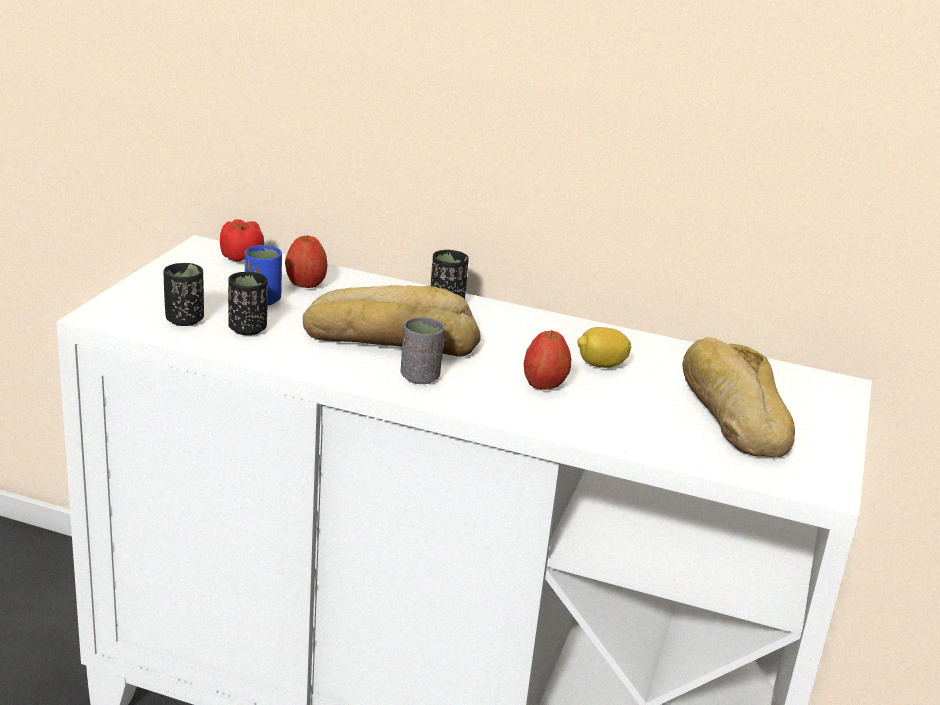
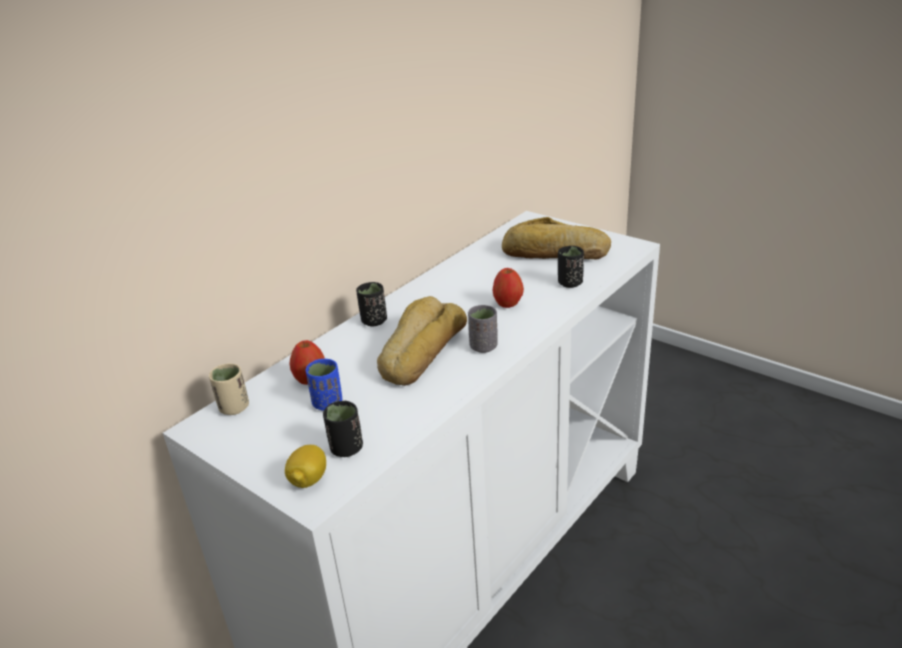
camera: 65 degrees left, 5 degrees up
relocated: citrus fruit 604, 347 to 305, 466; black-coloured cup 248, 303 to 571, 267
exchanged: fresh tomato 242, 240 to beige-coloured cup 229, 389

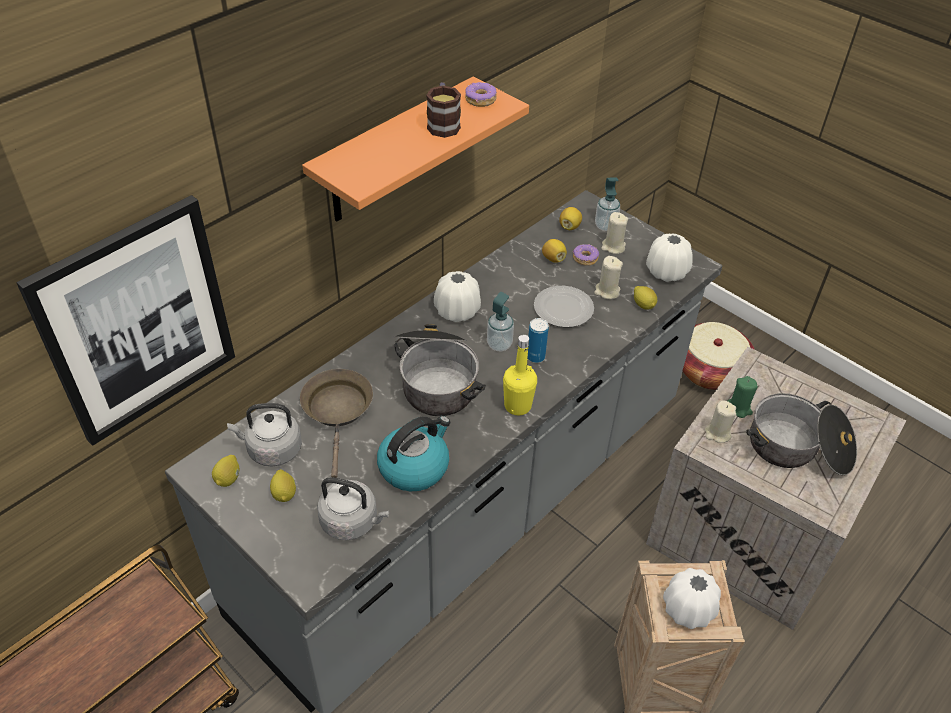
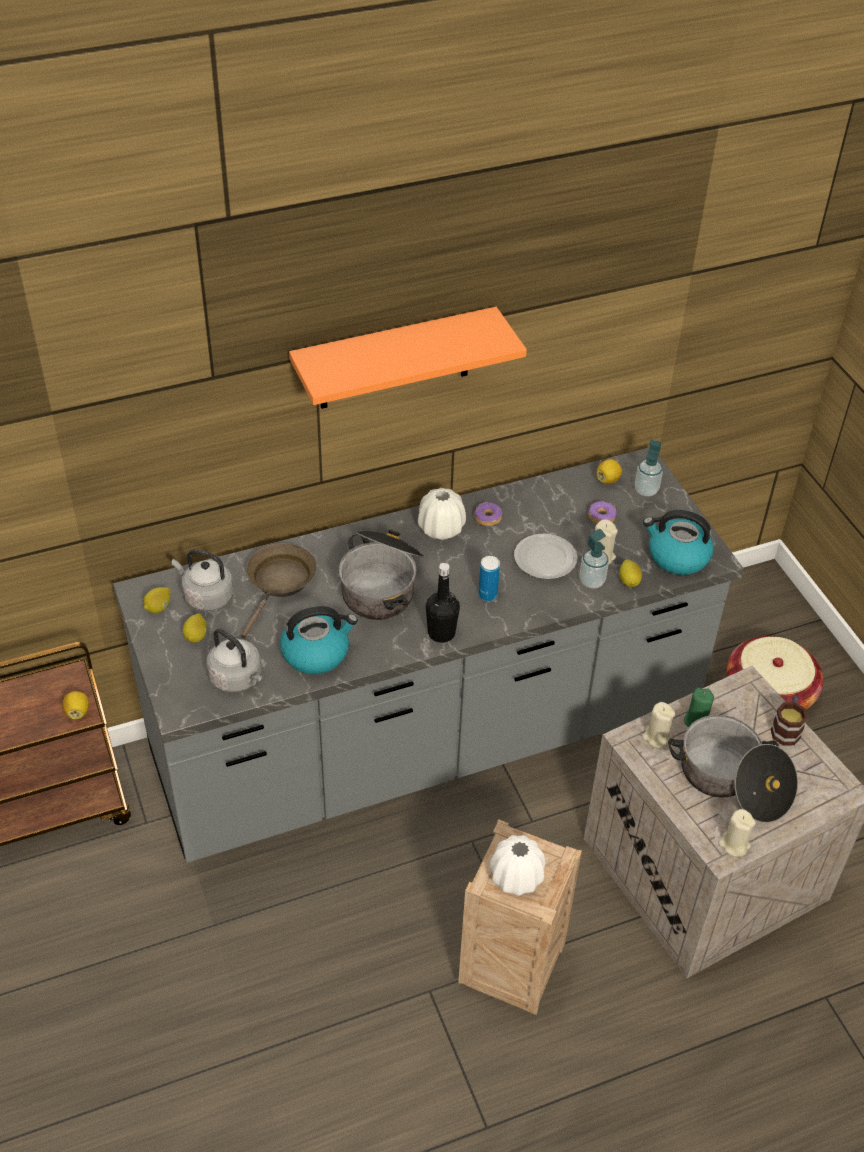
camera: 25 degrees right, 0 degrees up
missing: picture 126, 320
relocated: citrus fruit 554, 251 to 75, 705; ring doughnut 481, 94 to 488, 514; soap dispenser 500, 321 to 594, 559; beige-coloured wax light 614, 233 to 737, 833; coffee mug 443, 110 to 789, 720
exchanged: white-coloured decorative vase 669, 257 to tea kettle 678, 542
colour: yellowish bottle 520, 375 to black-coloured bottle 443, 603

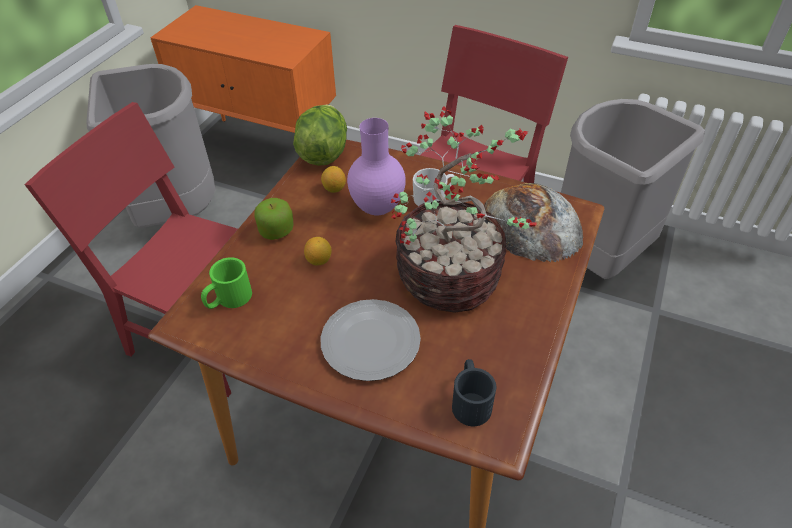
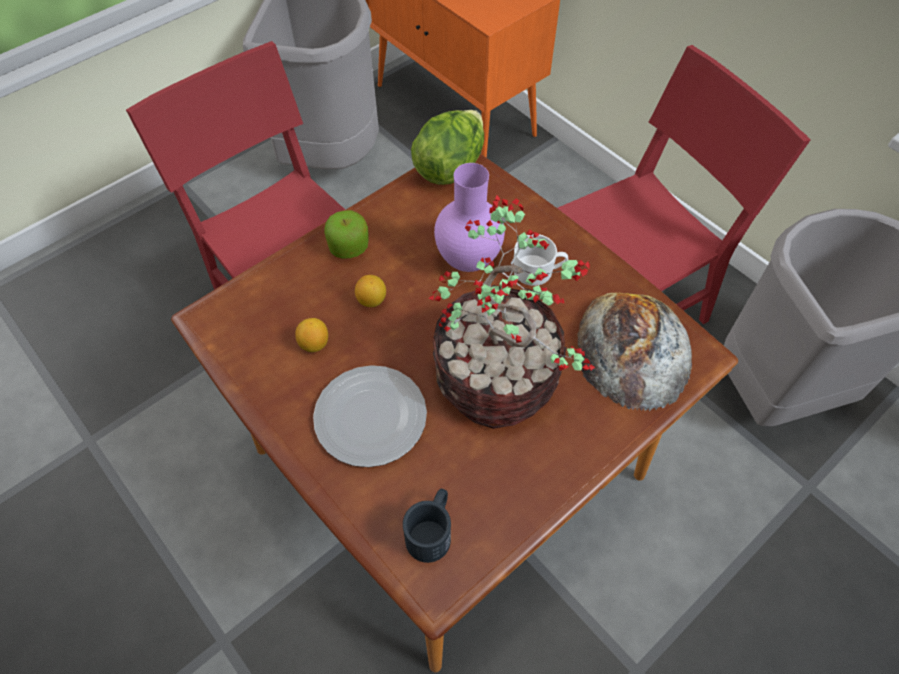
camera: 25 degrees right, 10 degrees up
missing: green coffee mug 226, 283
relocated: citrus fruit 333, 179 to 311, 335

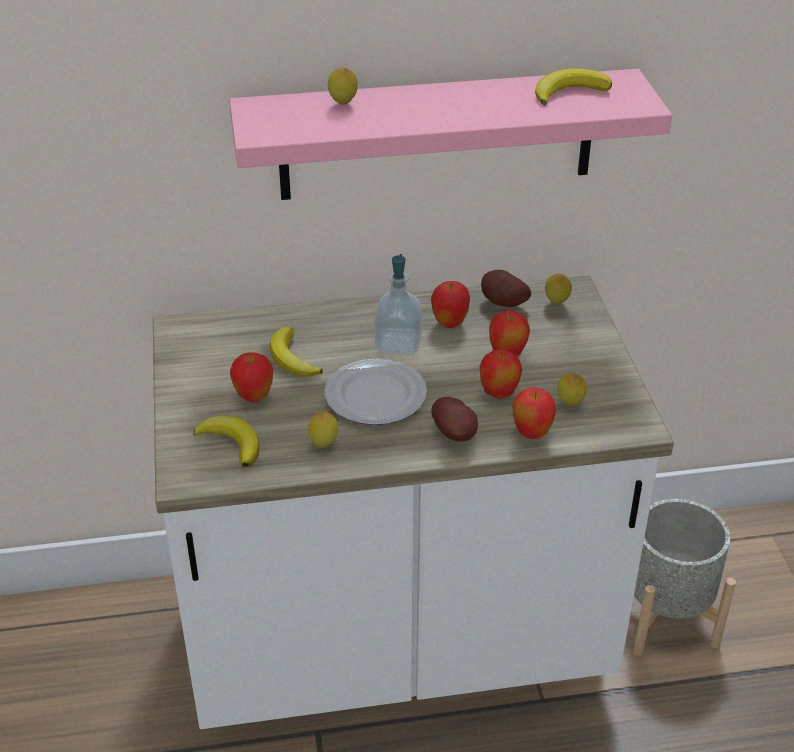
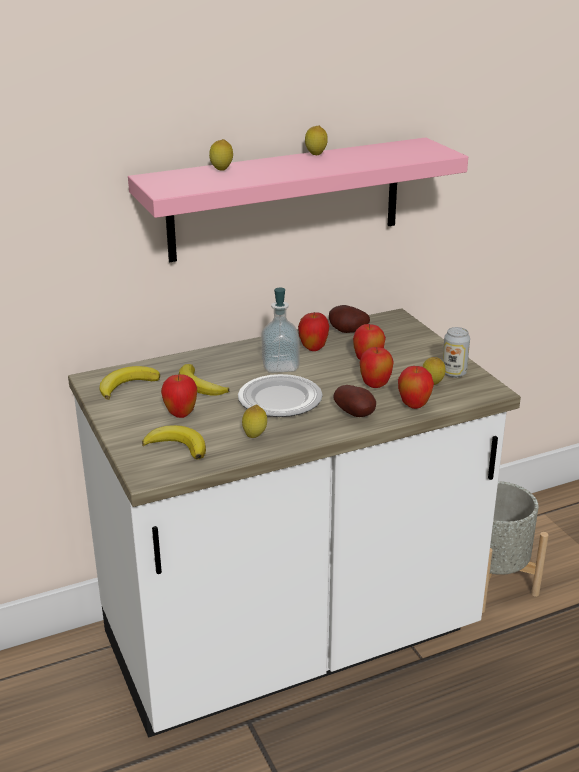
camera: 15 degrees left, 10 degrees down
appeared: metal can 456, 352
relocated: whole banana 573, 87 to 130, 383; citrus fruit 558, 289 to 316, 140

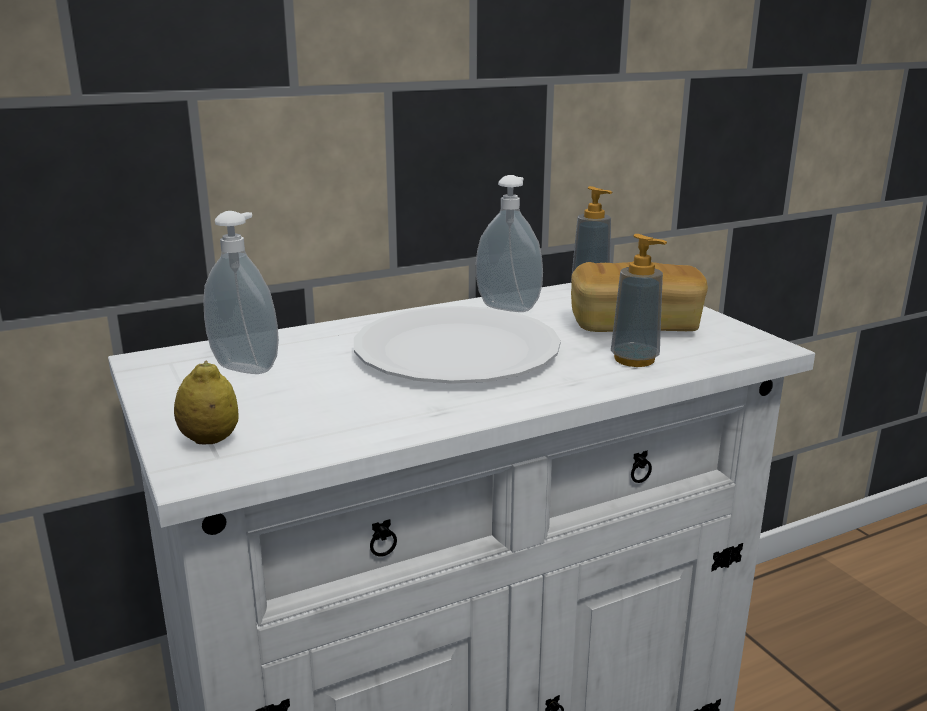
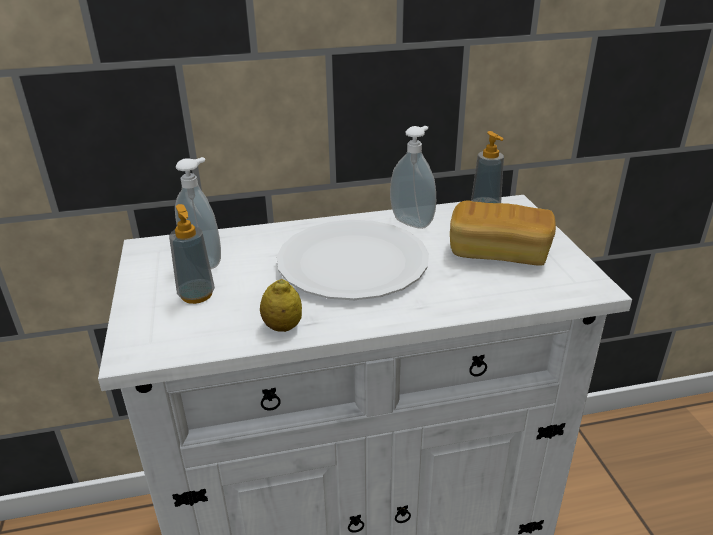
camera: 15 degrees right, 10 degrees up
relocated: soap dispenser 639, 300 to 192, 254; citrus fruit 206, 402 to 281, 305

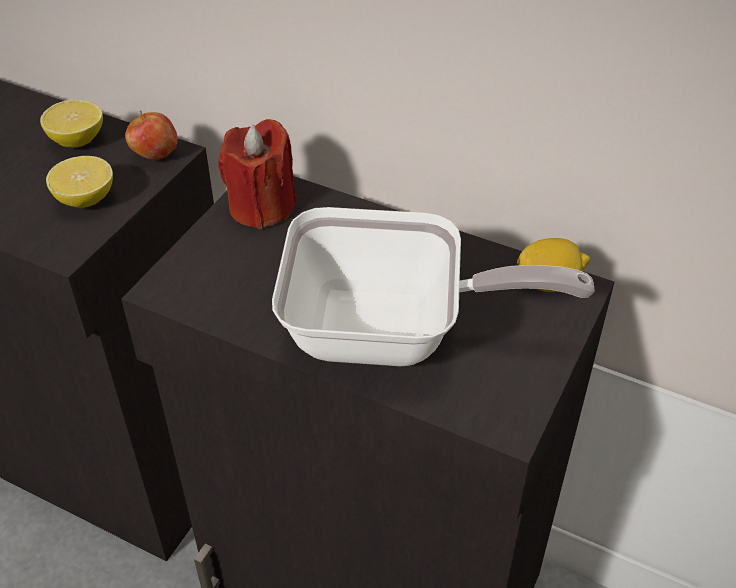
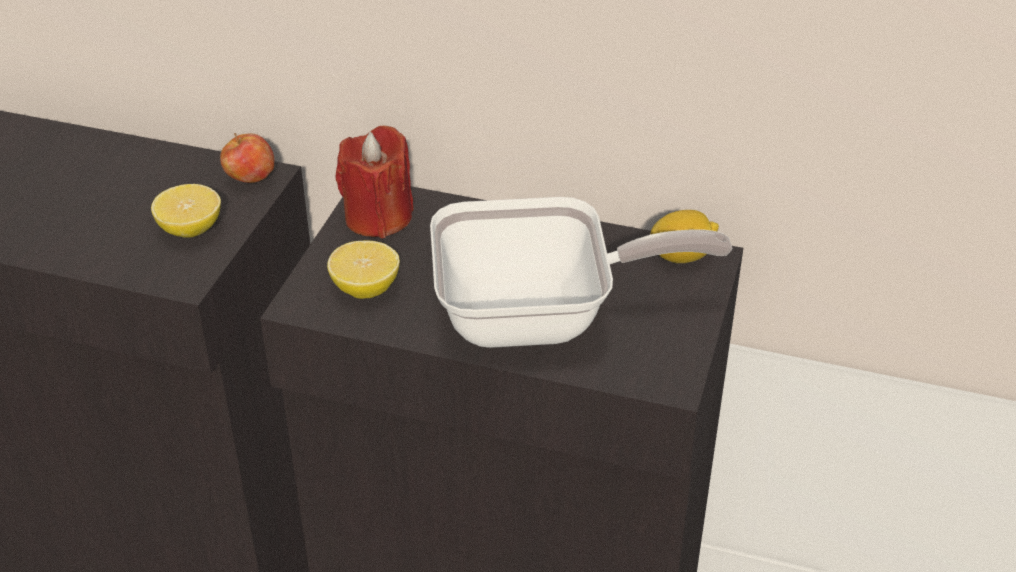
camera: 10 degrees left, 5 degrees down
relocated: citrus fruit 71, 123 to 363, 270

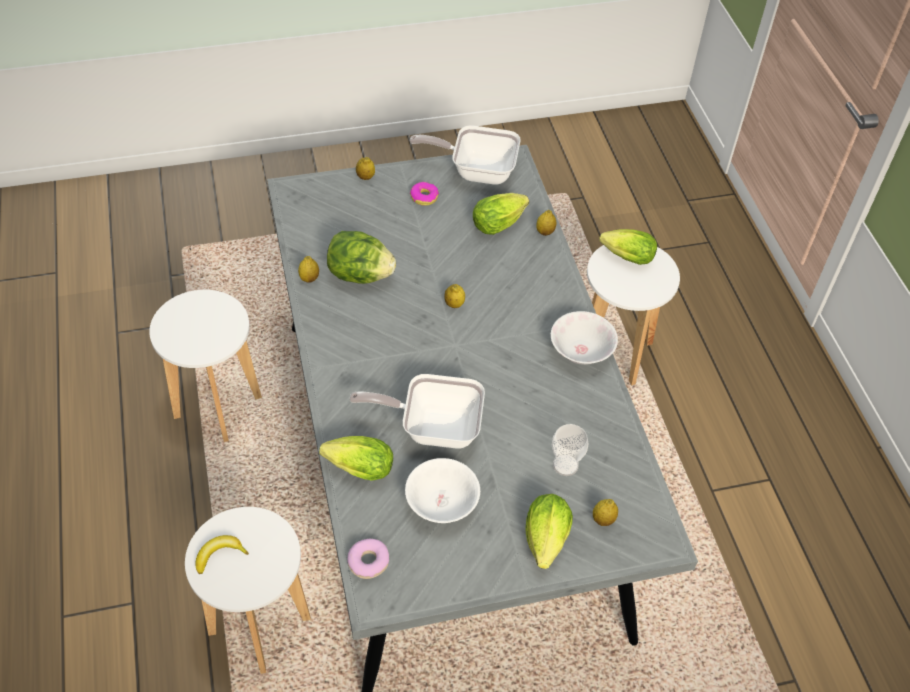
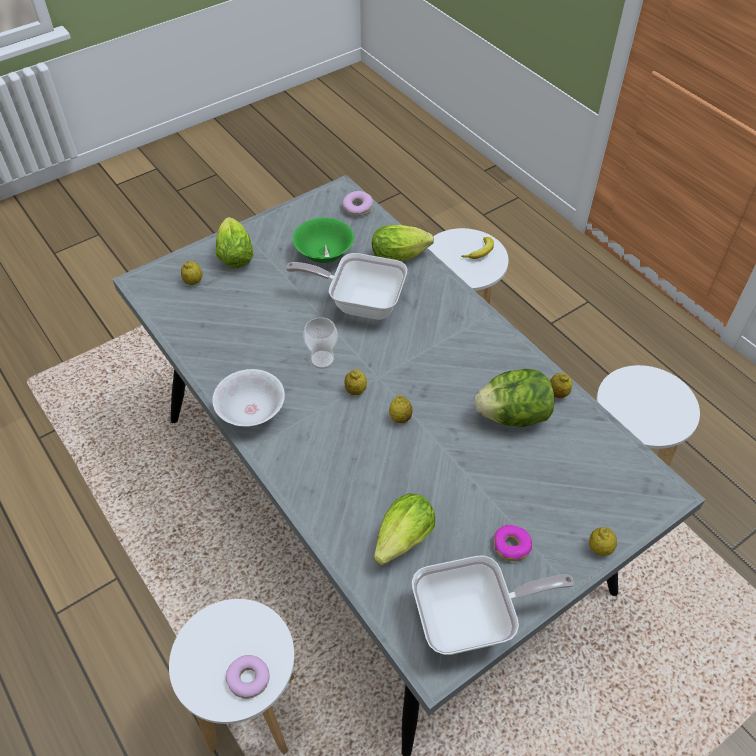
camera: 160 degrees right, 0 degrees up
relocated: cup 570, 450 to 320, 343; citrus fruit 546, 223 to 355, 382
exchanged: lettuce head 628, 247 to ring doughnut 248, 677
colour: white-coloured deep dish 442, 490 to green deep dish 323, 240
spun: skillet 417, 411 = 346, 286 150 degrees counterclockwise

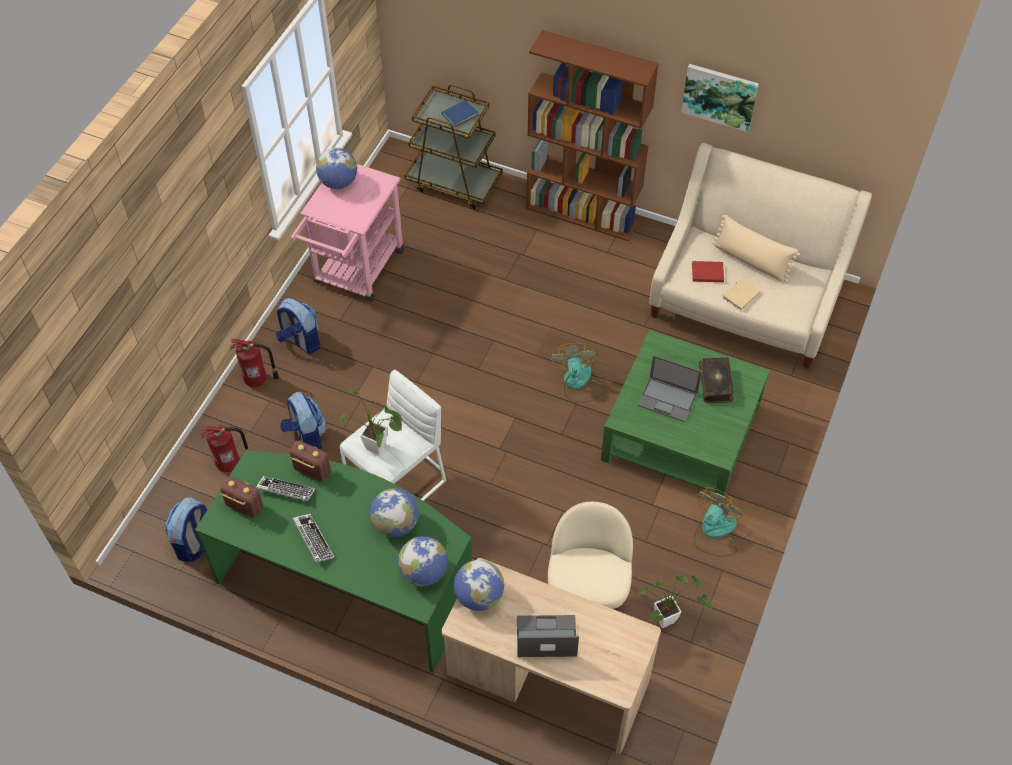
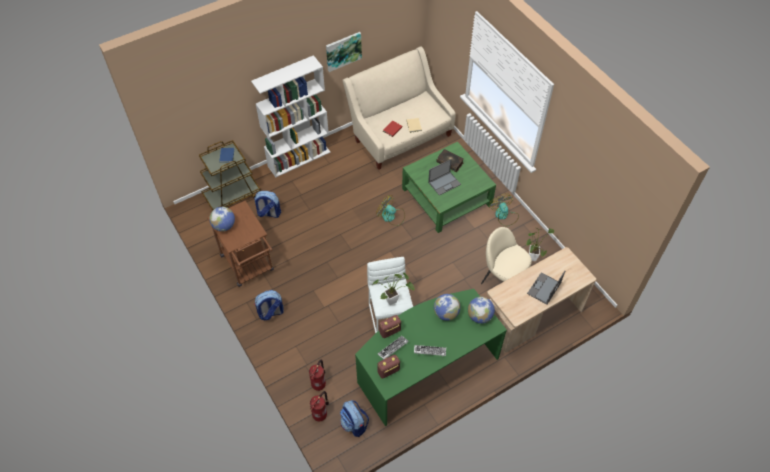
camera: 55 degrees left, 0 degrees up
missing: desk globe 479, 585; beige-coloured cushion 756, 248
relocated: rucksack 303, 421 to 267, 204; fire extinguisher 254, 363 to 319, 406
colour: pink-coloured wheeled cart 347, 233 to brown wheeled cart 240, 243; brown bookcase 592, 135 to white-coloured bookcase 290, 116

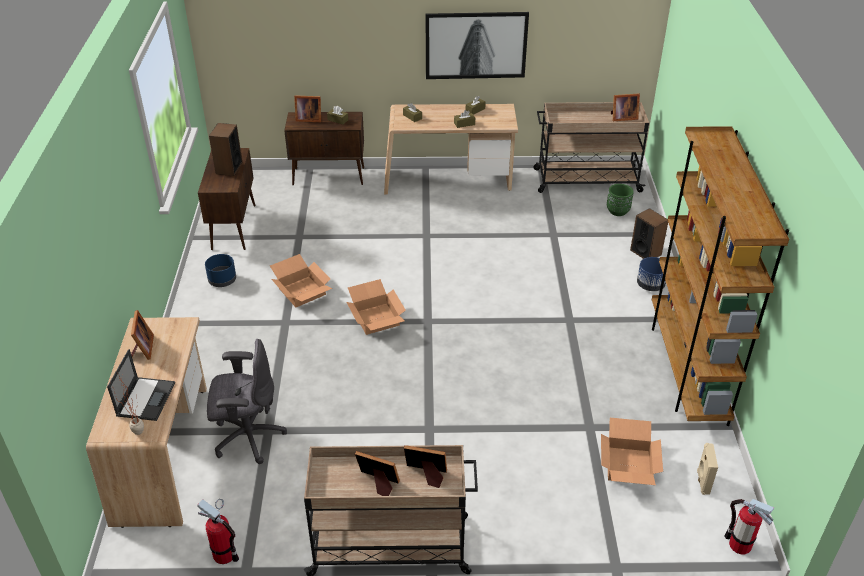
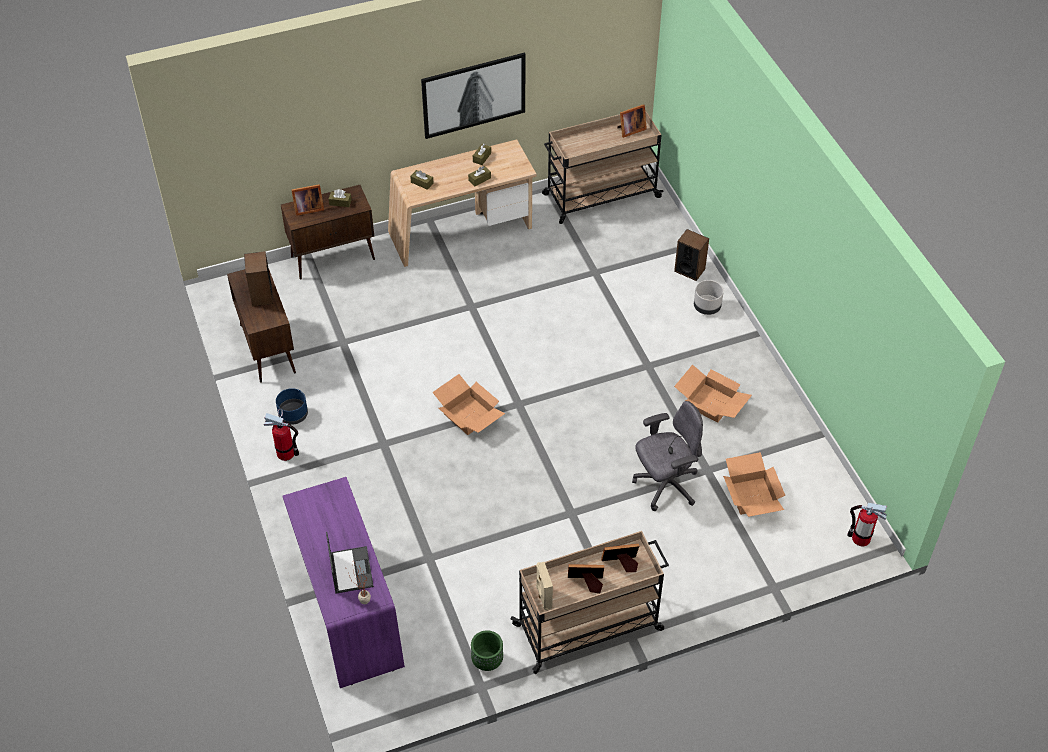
camera: 20 degrees left, 10 degrees up
missing: picture frame 142, 335; brown bookcase 720, 276
relocated: fire extinguisher 218, 531 to 281, 435; green planter 620, 200 to 487, 650; beige-coloured loudspeaker 707, 469 to 544, 586; gray office chair 247, 401 to 667, 456; cardboard box 301, 280 to 713, 394
colour: beige-coloured desk table 146, 422 to purple-coloured desk table 344, 582; blue-coloured planter 651, 274 to gray planter 709, 297

